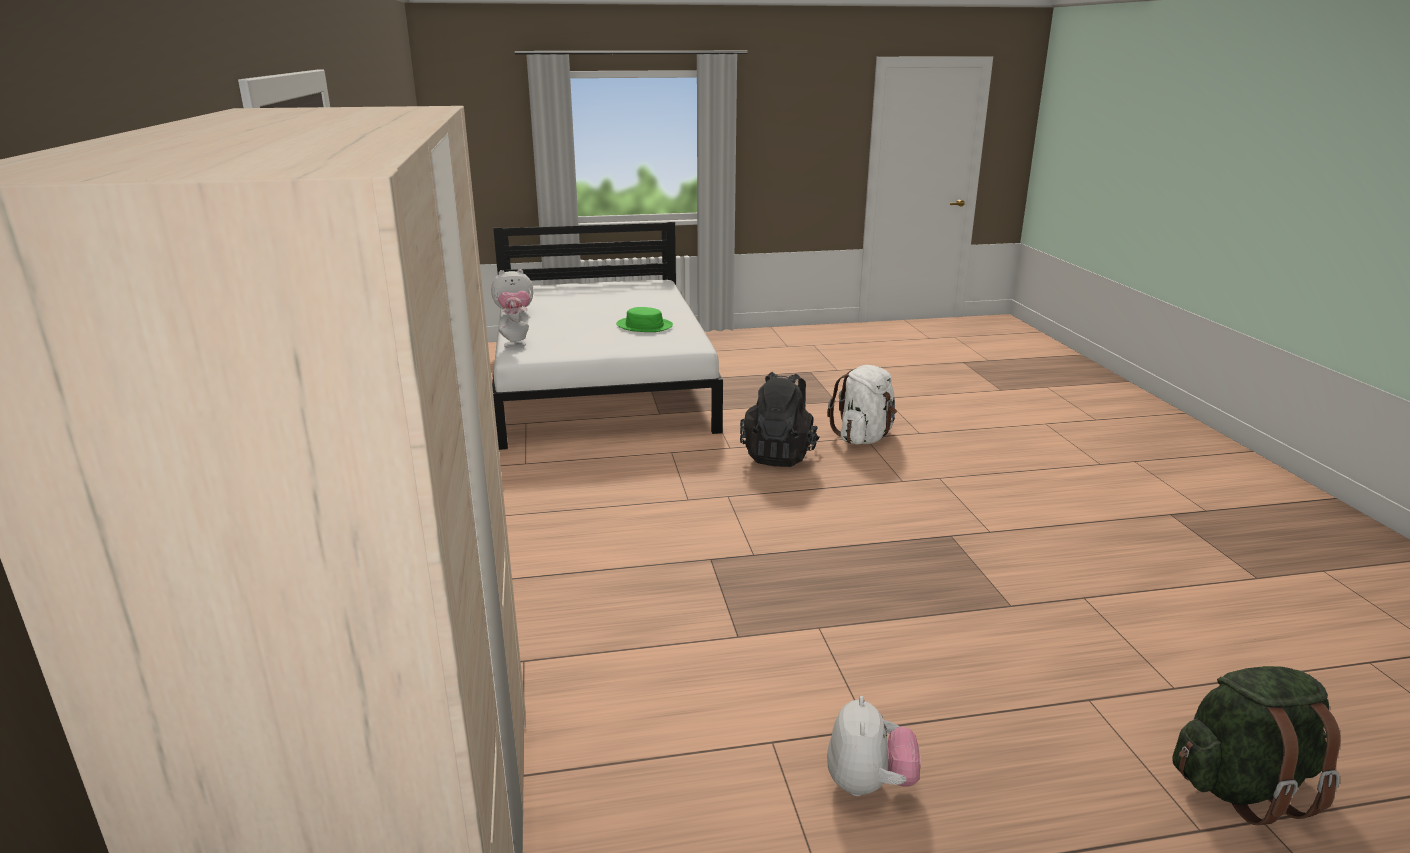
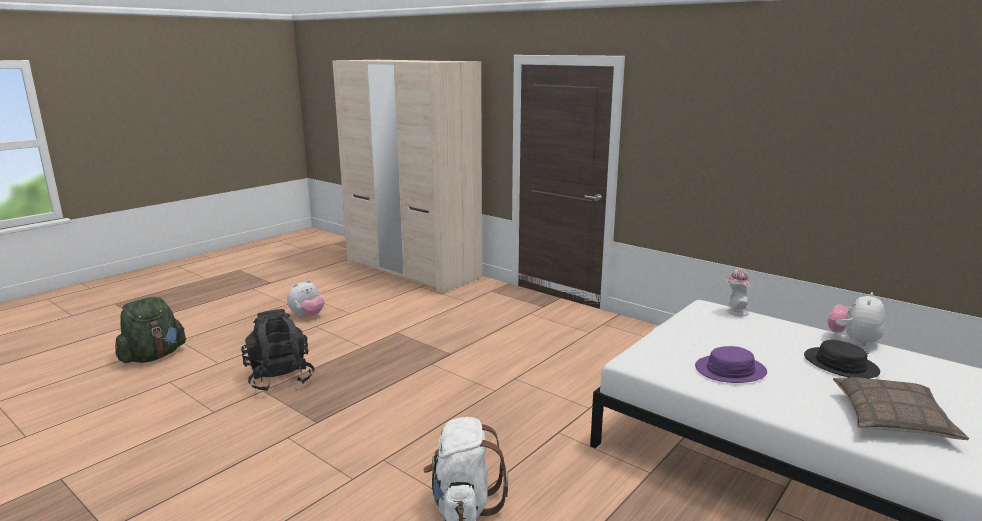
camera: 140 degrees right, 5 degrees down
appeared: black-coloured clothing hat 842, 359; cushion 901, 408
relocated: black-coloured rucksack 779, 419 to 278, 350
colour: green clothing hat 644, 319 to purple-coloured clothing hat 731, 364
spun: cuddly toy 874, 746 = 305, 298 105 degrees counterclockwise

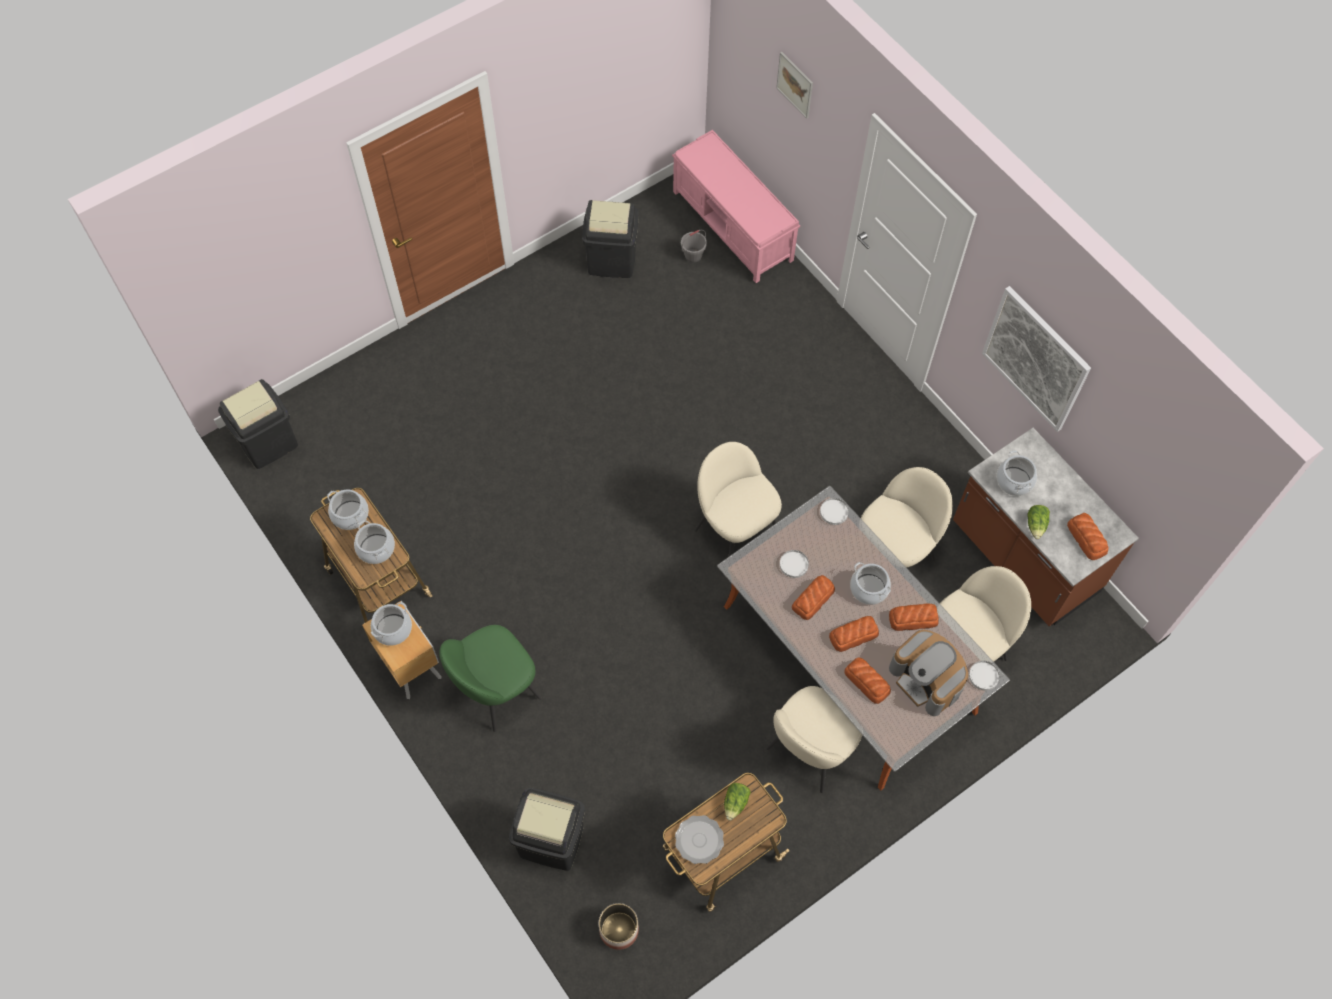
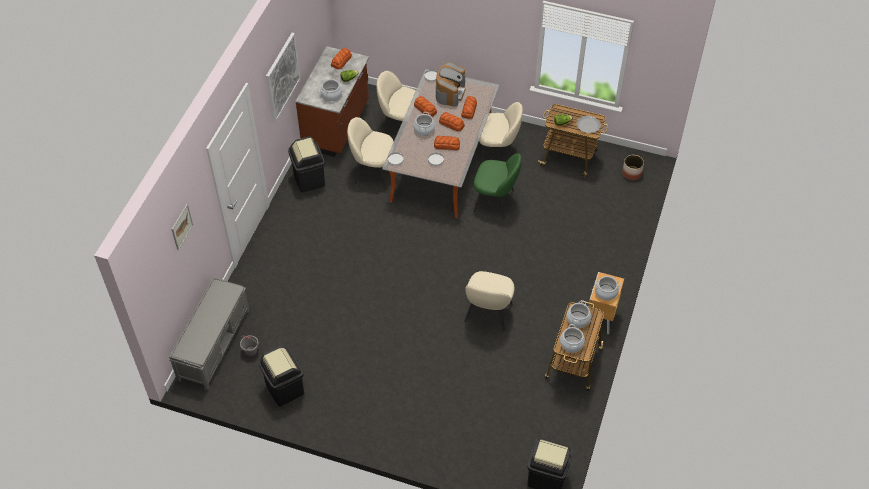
camera: 125 degrees left, 10 degrees down
relocated: black-coloured waste bin 547, 829 to 306, 164; beige-coloured plain chair 738, 499 to 489, 301; green plain chair 490, 678 to 498, 186
colour: pink-coloured bench 736, 206 to gray bench 209, 333

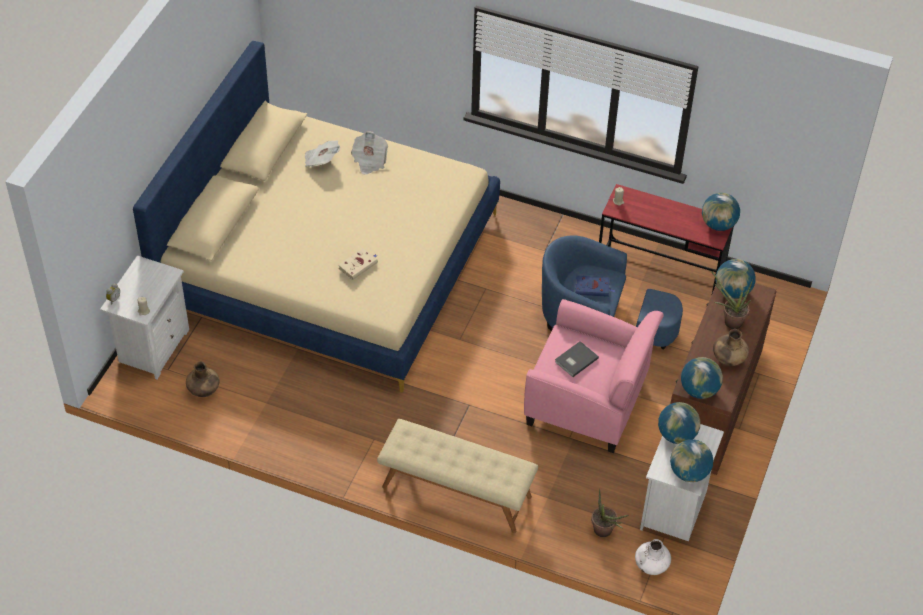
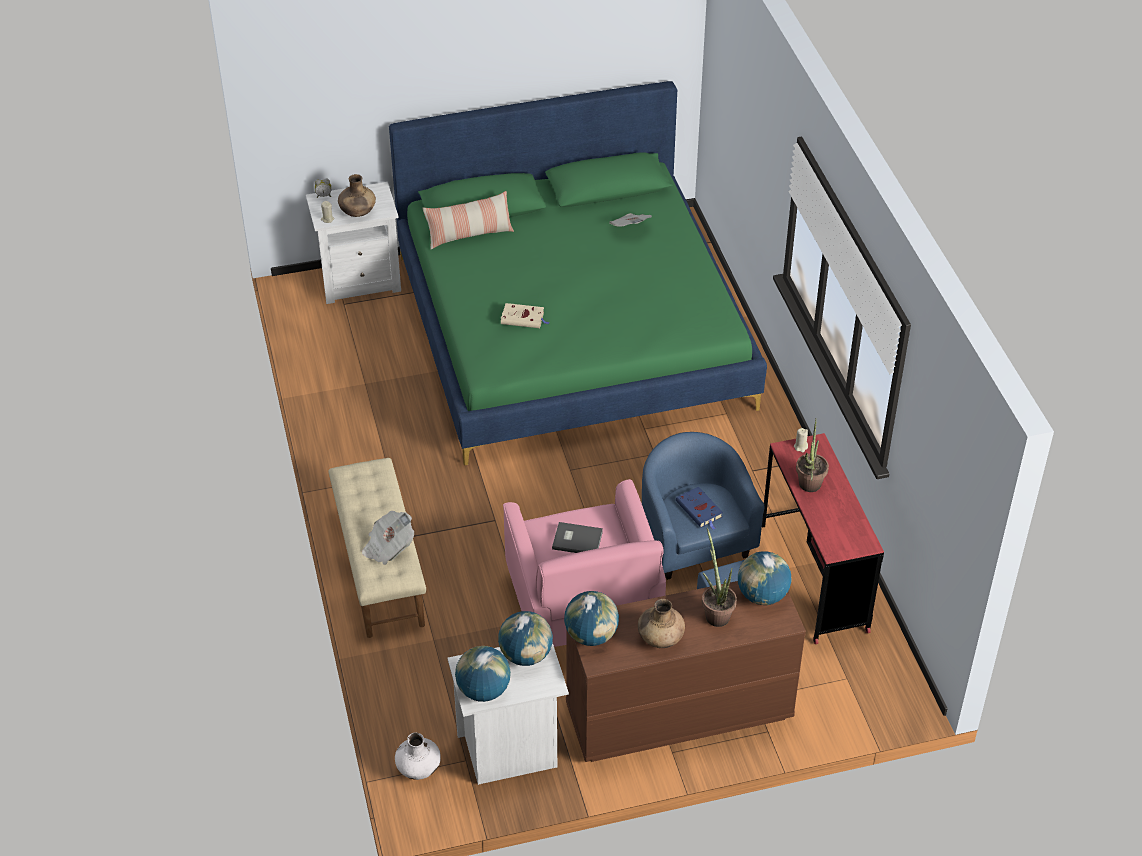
camera: 55 degrees right, 5 degrees down
missing: desk globe 721, 212
appeared: cushion 468, 220
relocated: brown decorative vase 203, 379 to 357, 195; newspaper 369, 153 to 388, 537; plant in a pot 609, 512 to 812, 455
colour: beige-coloured bed 316, 216 to green bed 578, 273

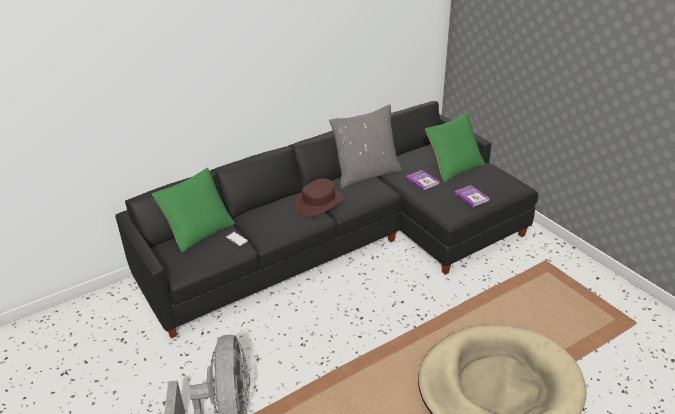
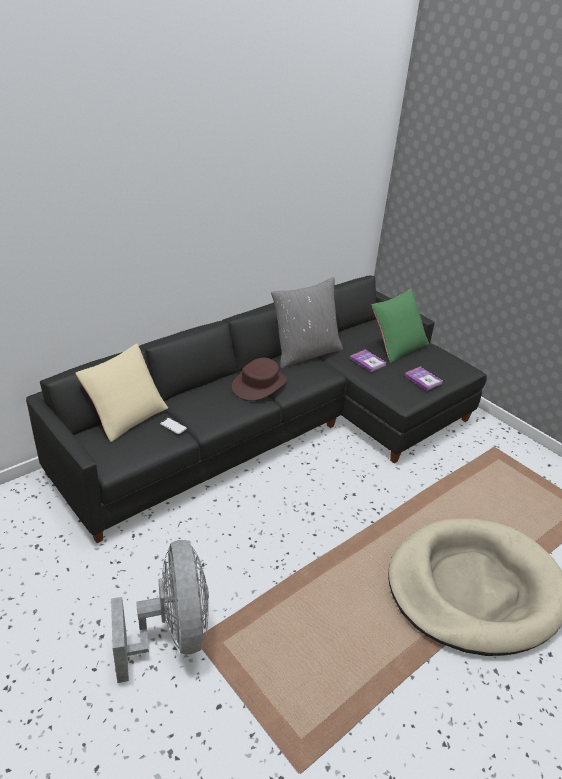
camera: 10 degrees left, 0 degrees up
colour: green cushion 193, 210 to beige-coloured cushion 121, 393

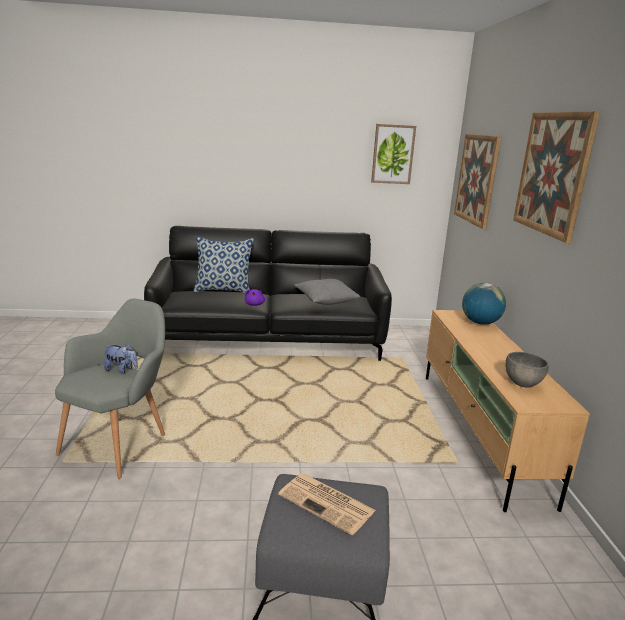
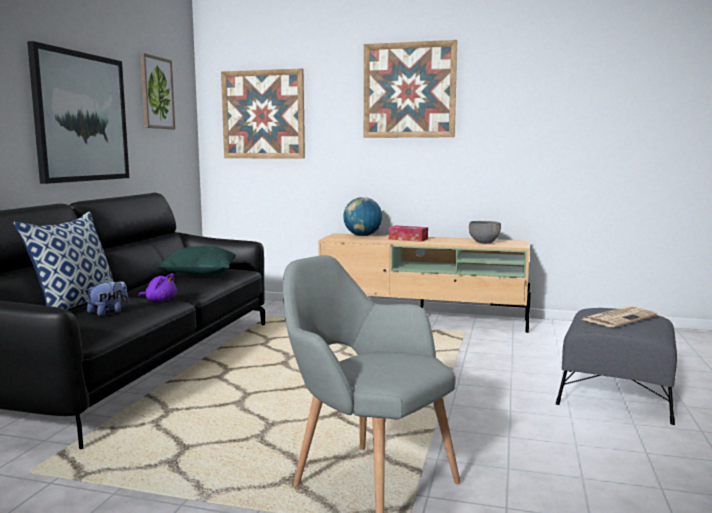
camera: 70 degrees left, 10 degrees down
appeared: picture 78, 112; tissue box 408, 233
relocated: cuddly toy 121, 359 to 107, 297
colour: gray cushion 327, 292 to green cushion 196, 260

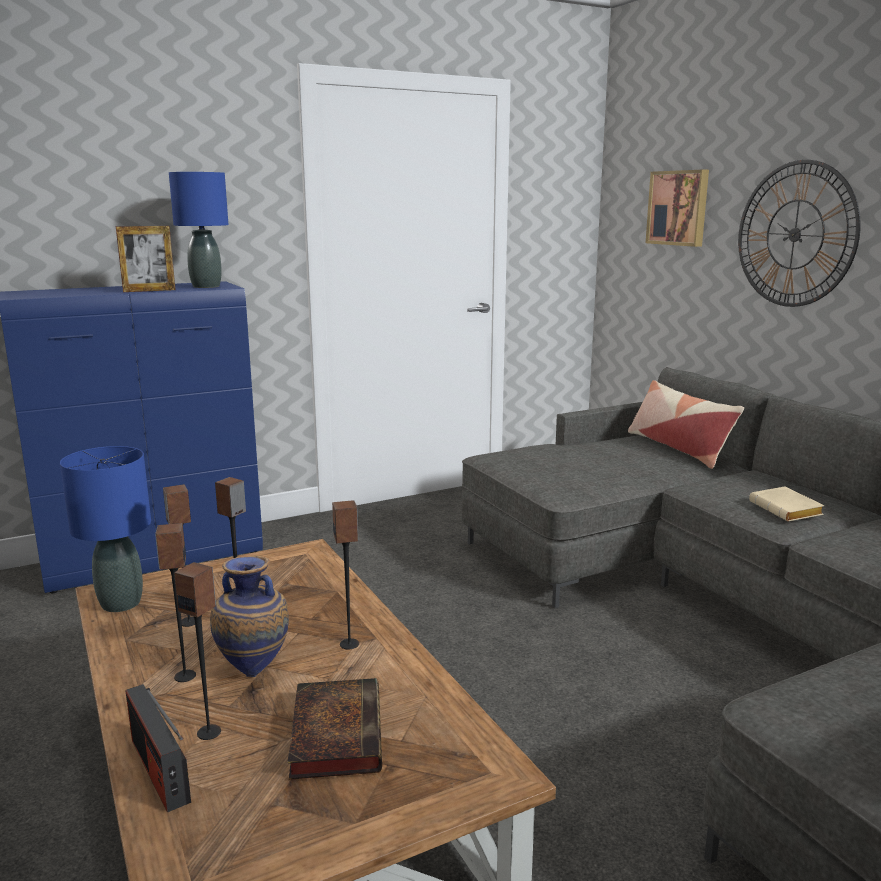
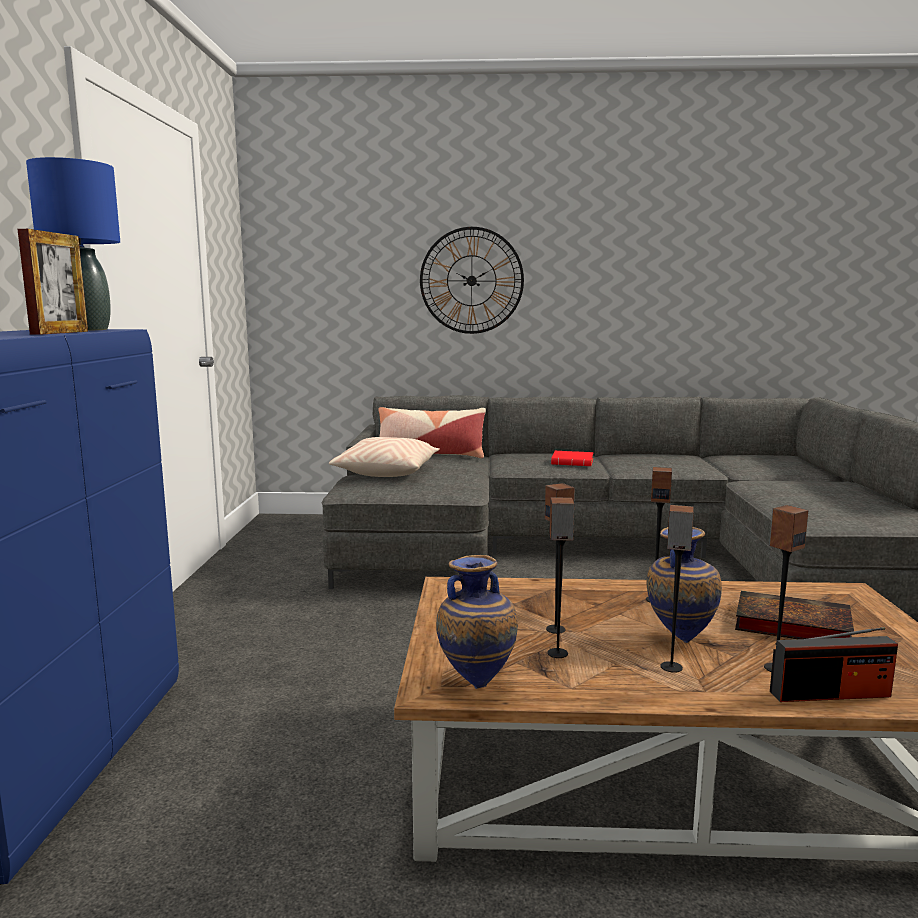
camera: 60 degrees left, 5 degrees down
missing: picture 677, 208
appeared: beige-coloured cushion 384, 457
exchanged: blue-coloured lamp for a table 105, 529 to decorative vase 477, 622
colour: beige-coloured bound book 786, 503 to reddish bound book 572, 458

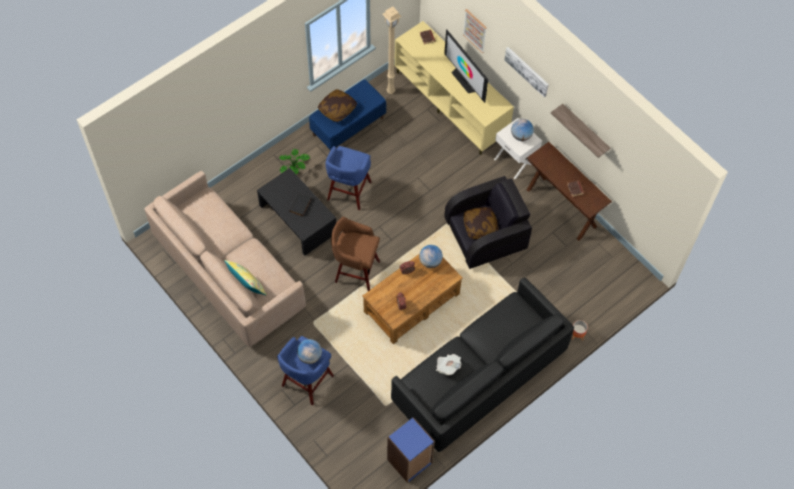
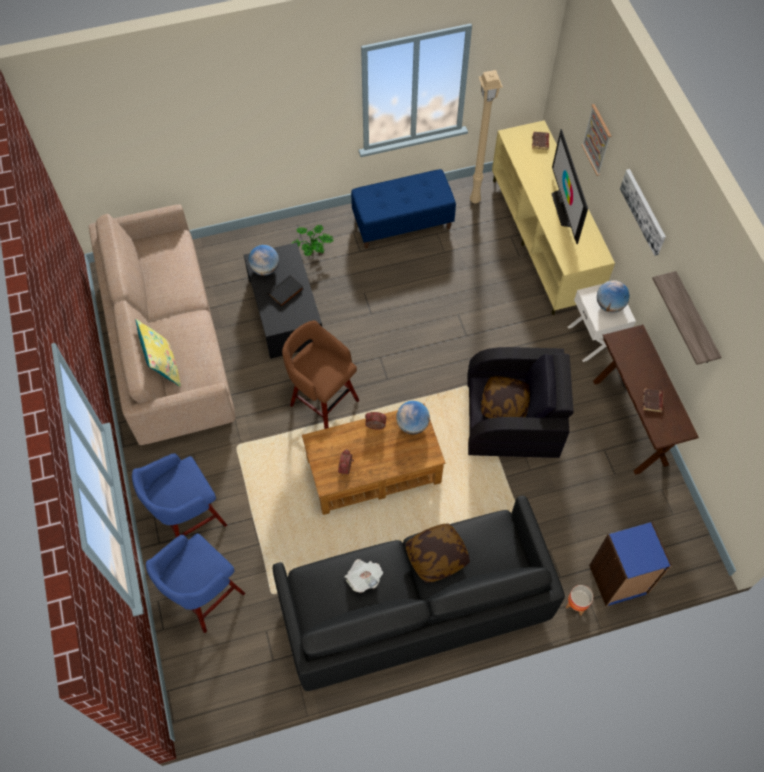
camera: 25 degrees right, 0 degrees up
relocated: blue-coloured sitting stool 348, 178 to 195, 583; desk globe 309, 351 to 263, 260; cushion 337, 105 to 438, 553; blue-coloured bookcase 411, 450 to 630, 564

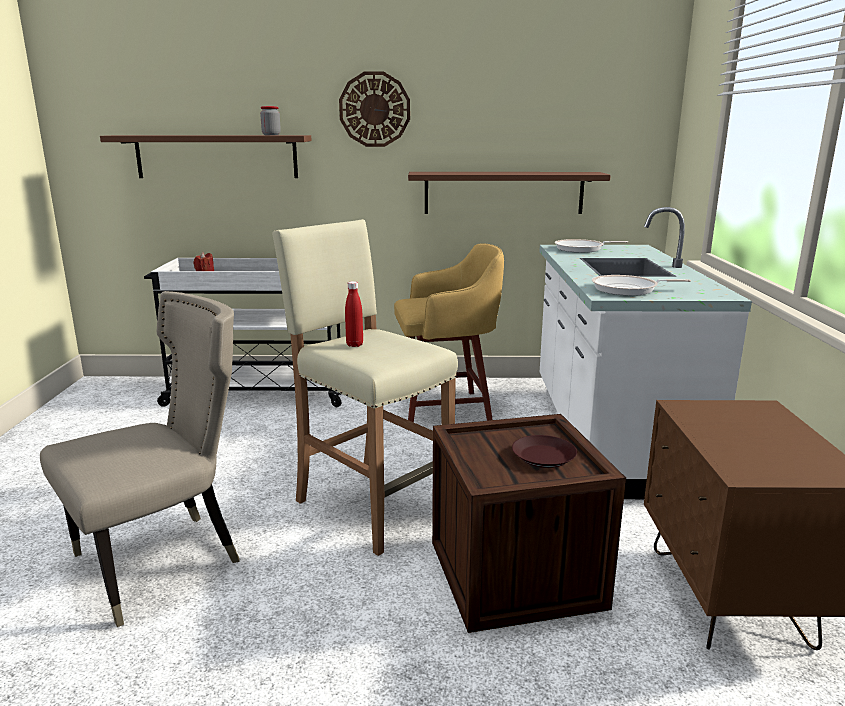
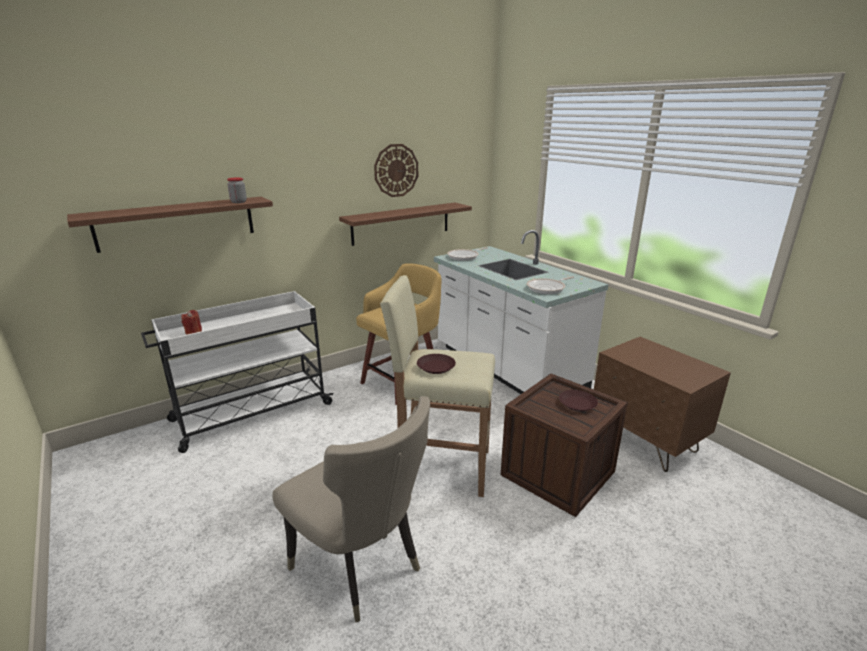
camera: 35 degrees left, 5 degrees up
relocated: wall clock 374, 109 to 396, 170
exchanged: reddish bottle 354, 314 to brown plate 436, 364
spun: beige-coloured plain chair 140, 459 = 351, 509 120 degrees clockwise

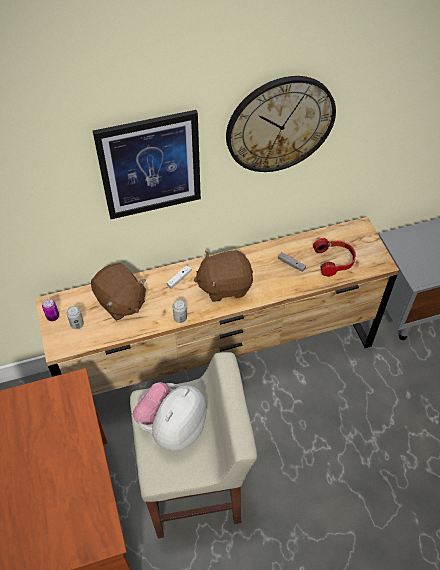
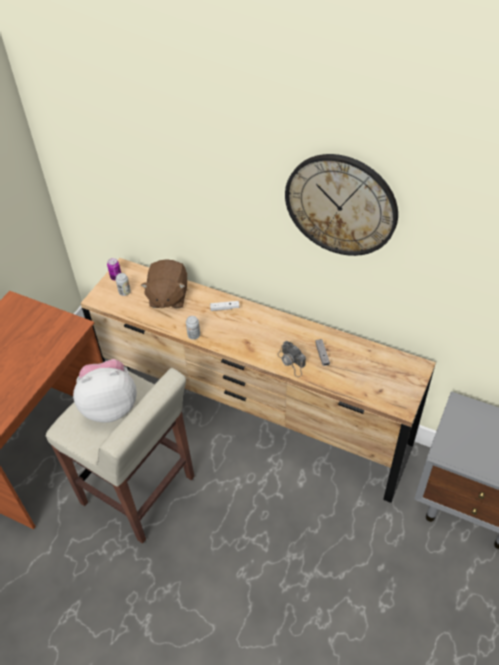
camera: 45 degrees right, 5 degrees down
missing: picture 147, 164; brown cuddly toy 223, 276; headset 334, 257
appeared: still camera 291, 359

